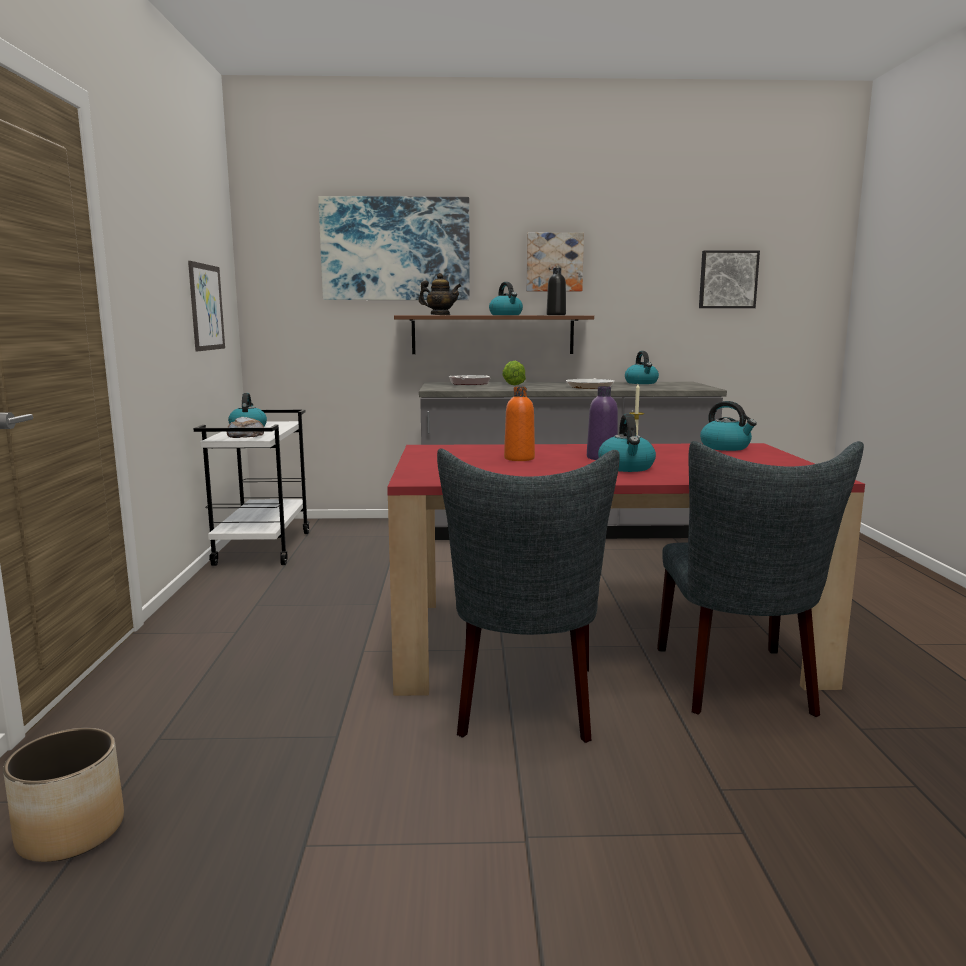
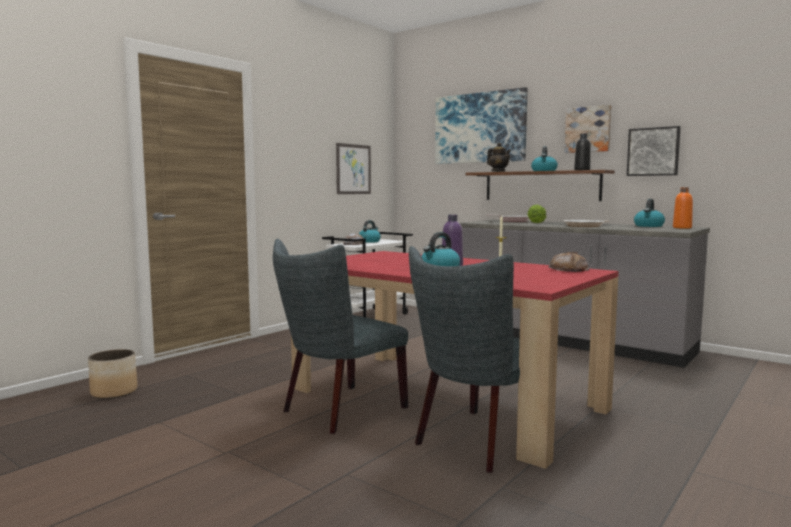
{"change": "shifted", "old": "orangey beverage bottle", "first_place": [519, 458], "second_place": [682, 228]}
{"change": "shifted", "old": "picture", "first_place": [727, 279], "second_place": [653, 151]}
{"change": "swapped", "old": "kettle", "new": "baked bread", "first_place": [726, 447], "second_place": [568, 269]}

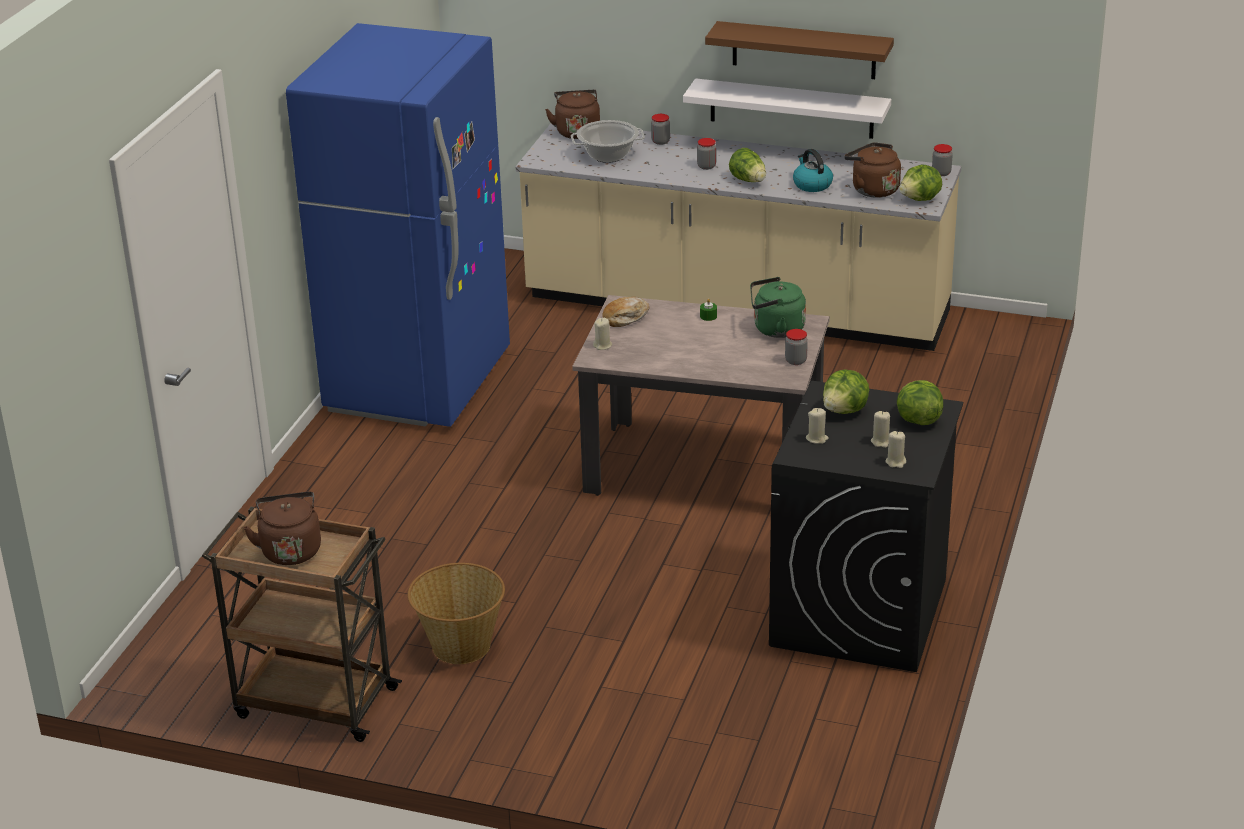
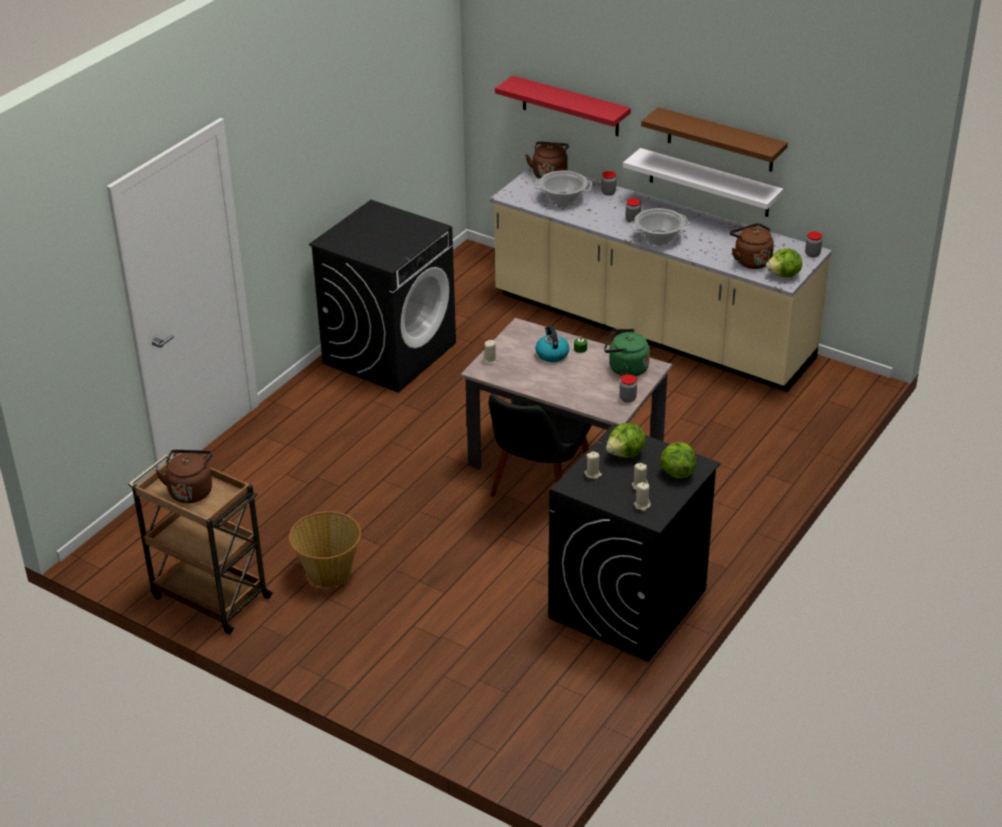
{"change": "gone", "old": "baked bread", "first_place": [625, 318]}
{"change": "new", "new": "black plain chair", "second_place": [536, 491]}
{"change": "new", "new": "red shelf", "second_place": [570, 106]}
{"change": "shifted", "old": "kettle", "first_place": [812, 185], "second_place": [552, 354]}
{"change": "swapped", "old": "bluish refrigerator", "new": "black laundry machine", "first_place": [419, 382], "second_place": [389, 352]}
{"change": "swapped", "old": "head of lettuce", "new": "saucepot", "first_place": [749, 180], "second_place": [658, 238]}

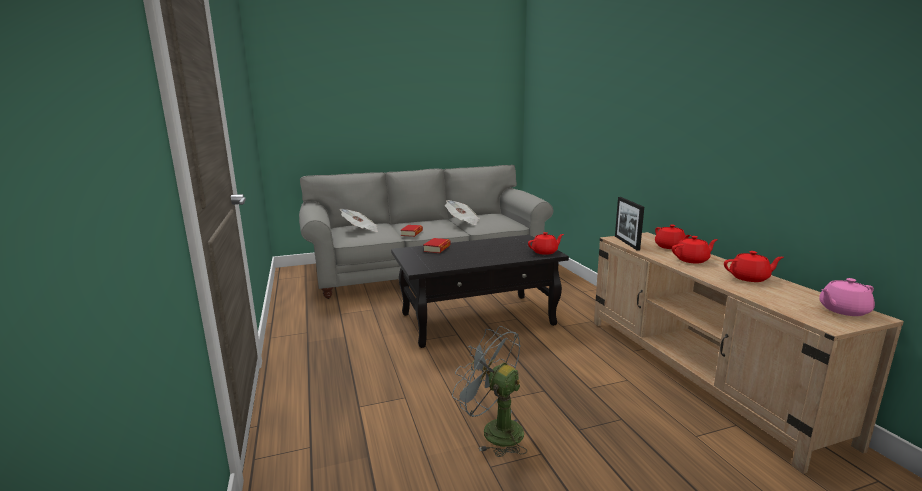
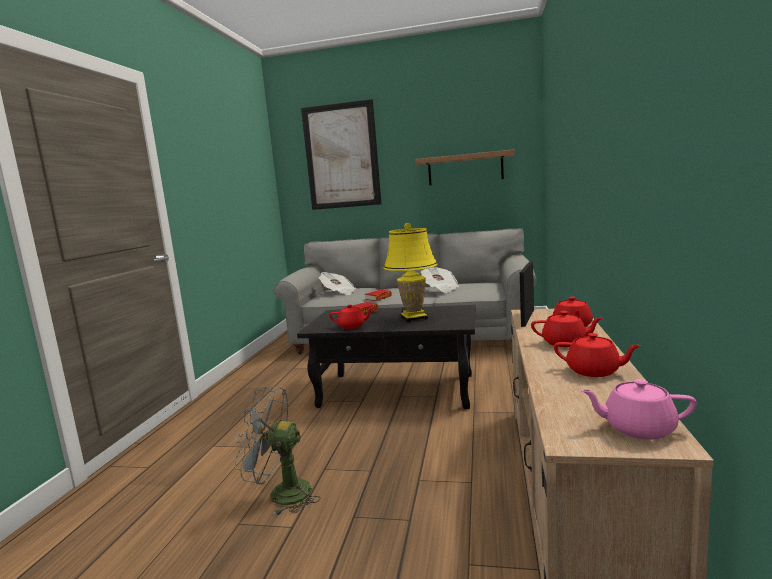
{"change": "new", "new": "picture", "second_place": [341, 156]}
{"change": "new", "new": "yellowish lamp for a table", "second_place": [414, 318]}
{"change": "new", "new": "shelf", "second_place": [465, 169]}
{"change": "shifted", "old": "red teapot", "first_place": [545, 252], "second_place": [352, 326]}
{"change": "rotated", "old": "grey electric fan", "first_place": [494, 430], "second_place": [281, 494], "degrees": -60}

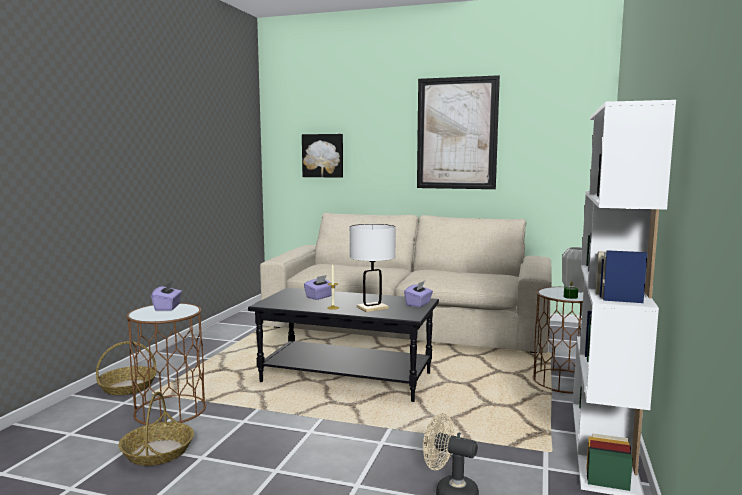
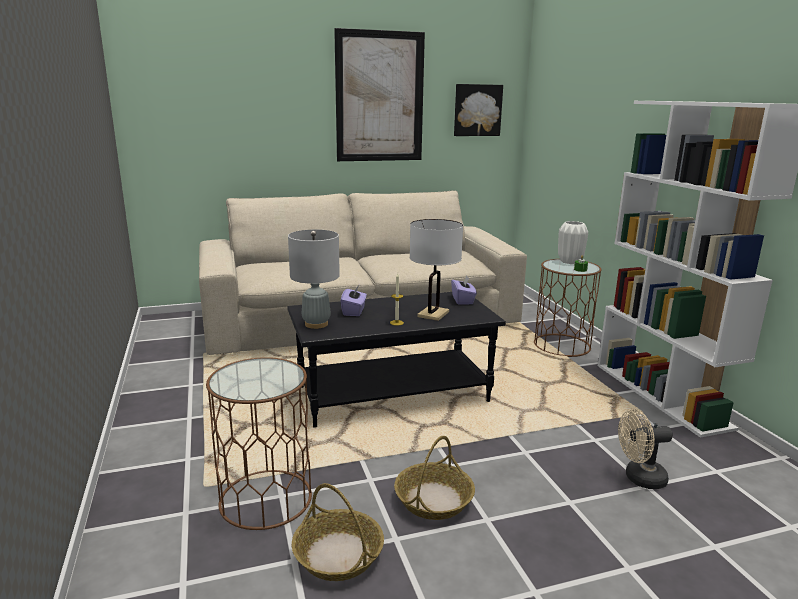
{"change": "gone", "old": "purplish tissue box", "first_place": [168, 307]}
{"change": "new", "new": "grey lamp for a table", "second_place": [316, 324]}
{"change": "shifted", "old": "storage basket", "first_place": [128, 387], "second_place": [433, 499]}
{"change": "shifted", "old": "picture", "first_place": [323, 155], "second_place": [477, 110]}

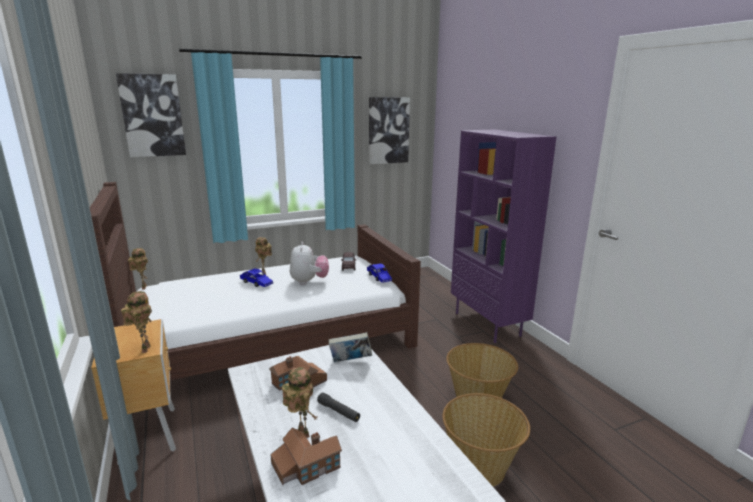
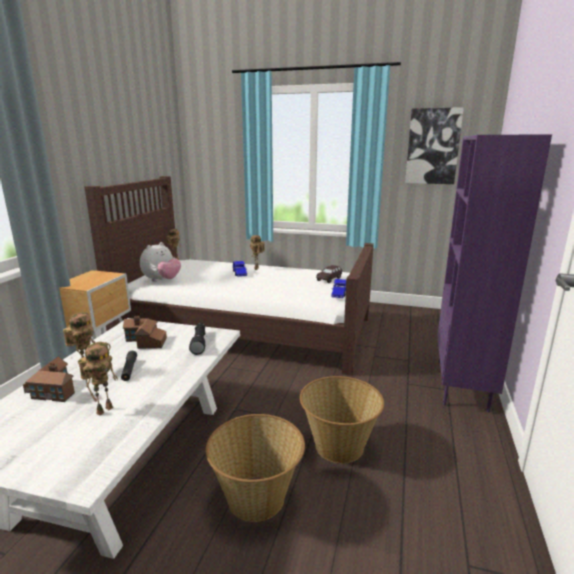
{"change": "gone", "old": "picture", "first_place": [152, 115]}
{"change": "shifted", "old": "toy robot", "first_place": [144, 349], "second_place": [104, 409]}
{"change": "shifted", "old": "plush toy", "first_place": [309, 281], "second_place": [162, 280]}
{"change": "swapped", "old": "book", "new": "black torch", "first_place": [350, 361], "second_place": [199, 343]}

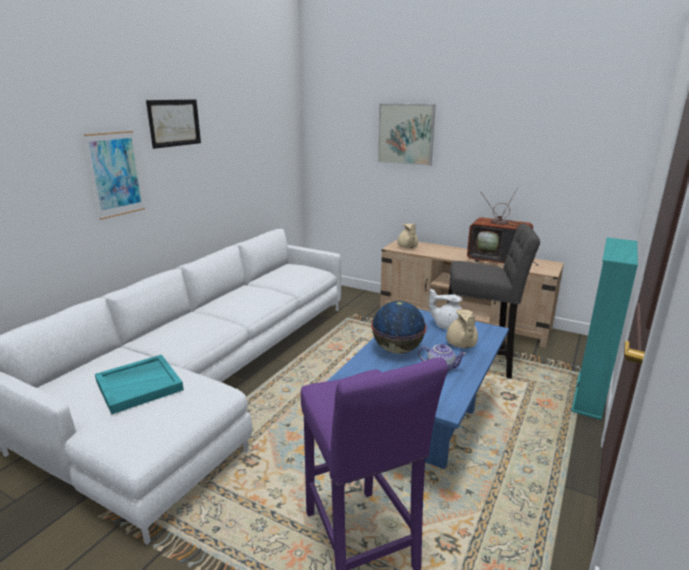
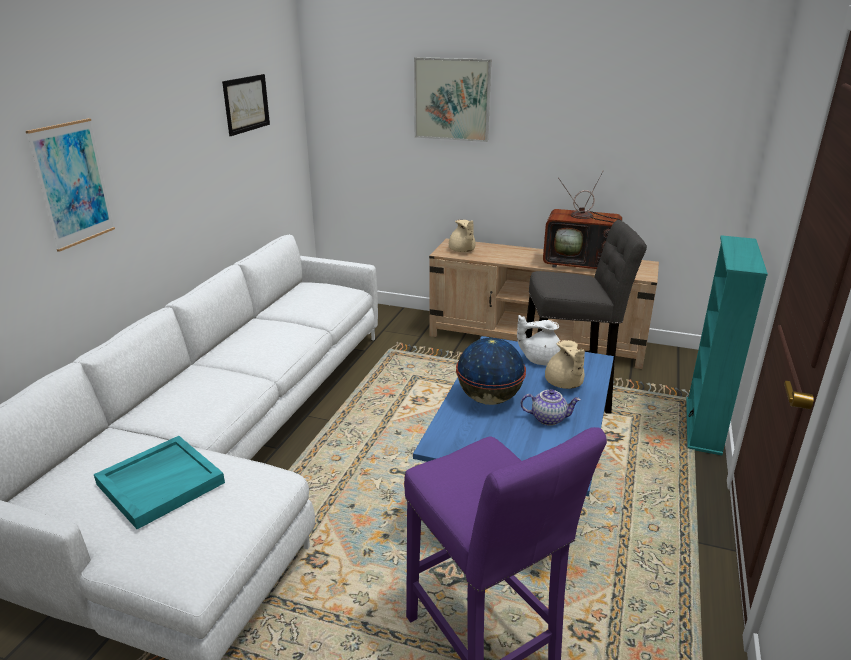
{"change": "shifted", "old": "picture", "first_place": [174, 123], "second_place": [246, 104]}

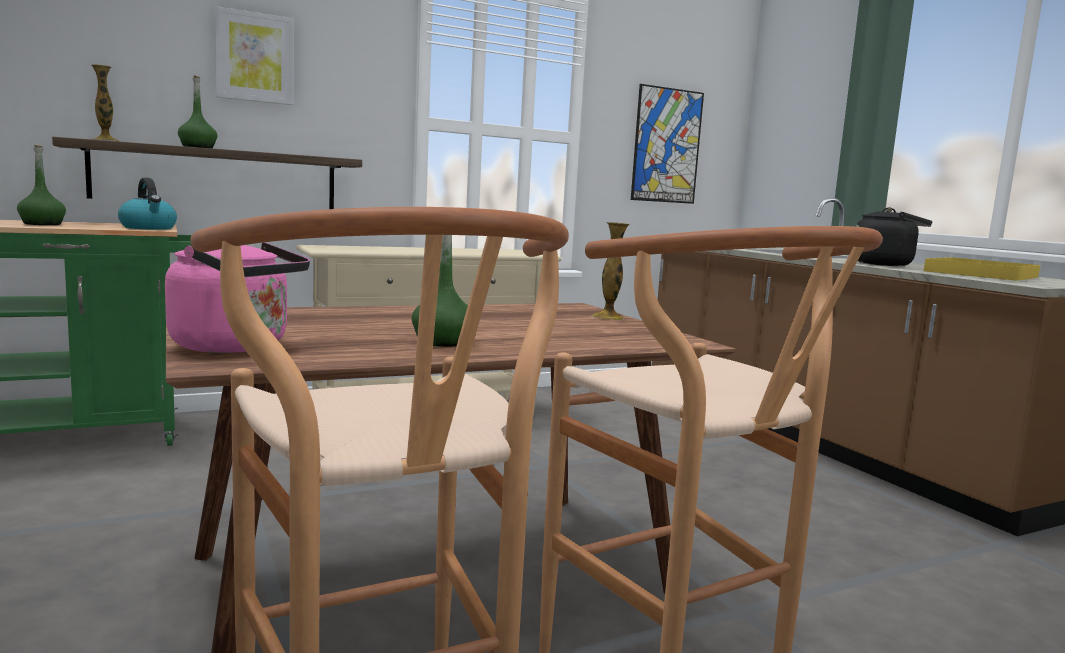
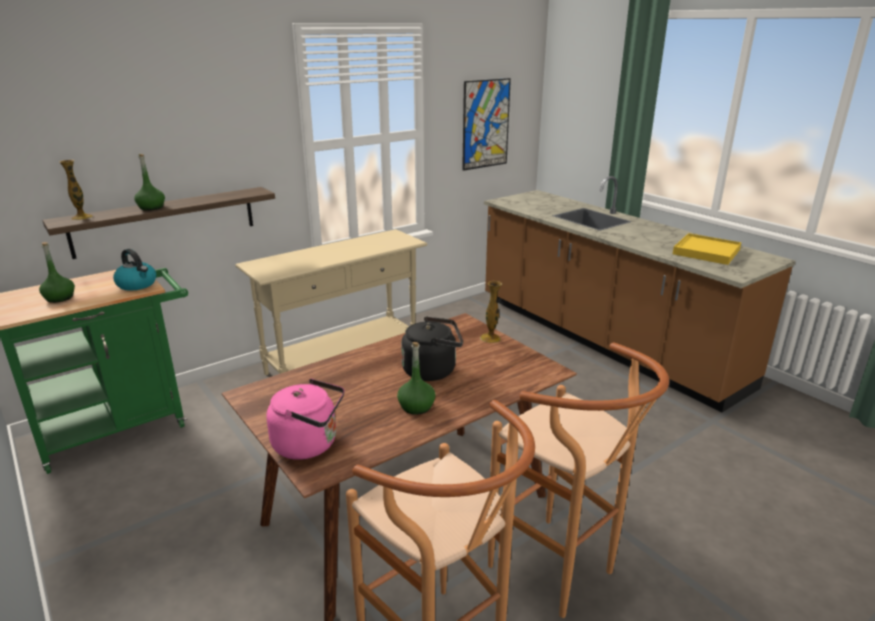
{"change": "gone", "old": "picture", "first_place": [255, 57]}
{"change": "shifted", "old": "black kettle", "first_place": [885, 264], "second_place": [432, 370]}

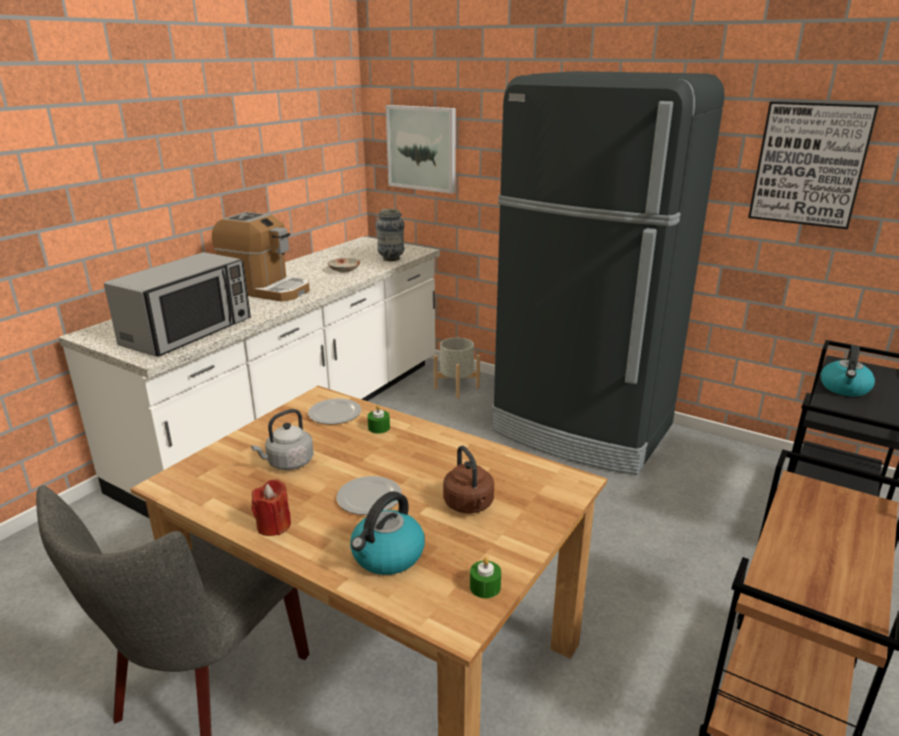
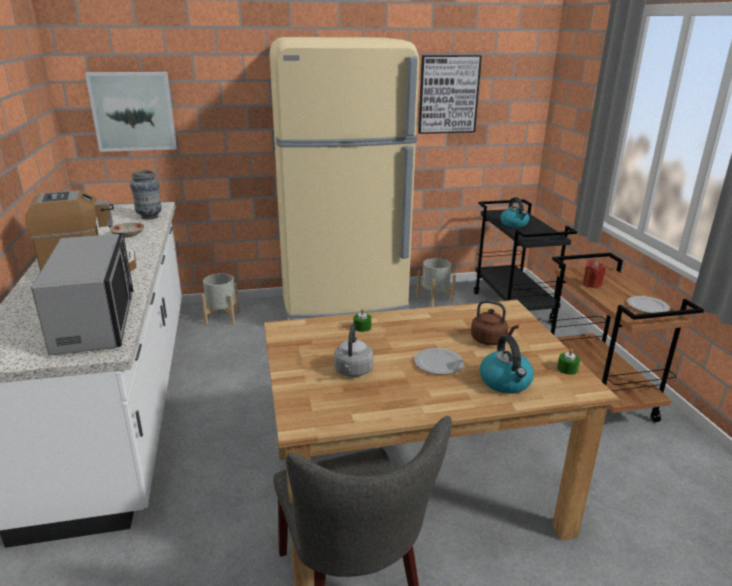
{"change": "new", "new": "grey plant pot", "second_place": [434, 299]}
{"change": "shifted", "old": "red wax candle", "first_place": [274, 525], "second_place": [592, 284]}
{"change": "shifted", "old": "dinner plate", "first_place": [334, 413], "second_place": [646, 306]}
{"change": "repainted", "old": "black refrigerator", "new": "beige refrigerator", "first_place": [582, 430], "second_place": [344, 311]}

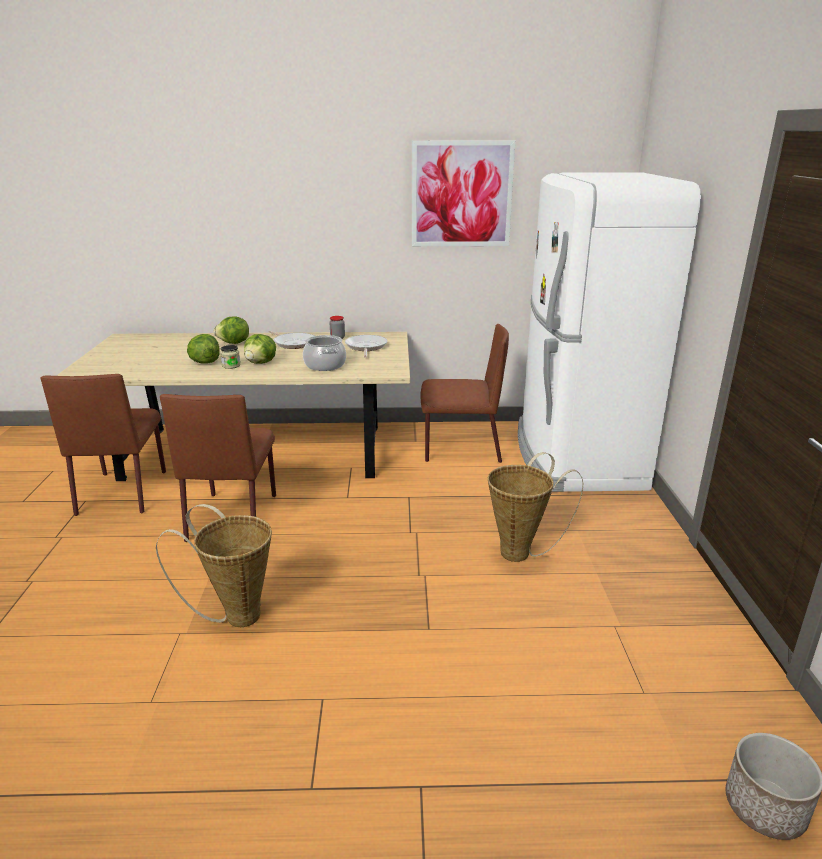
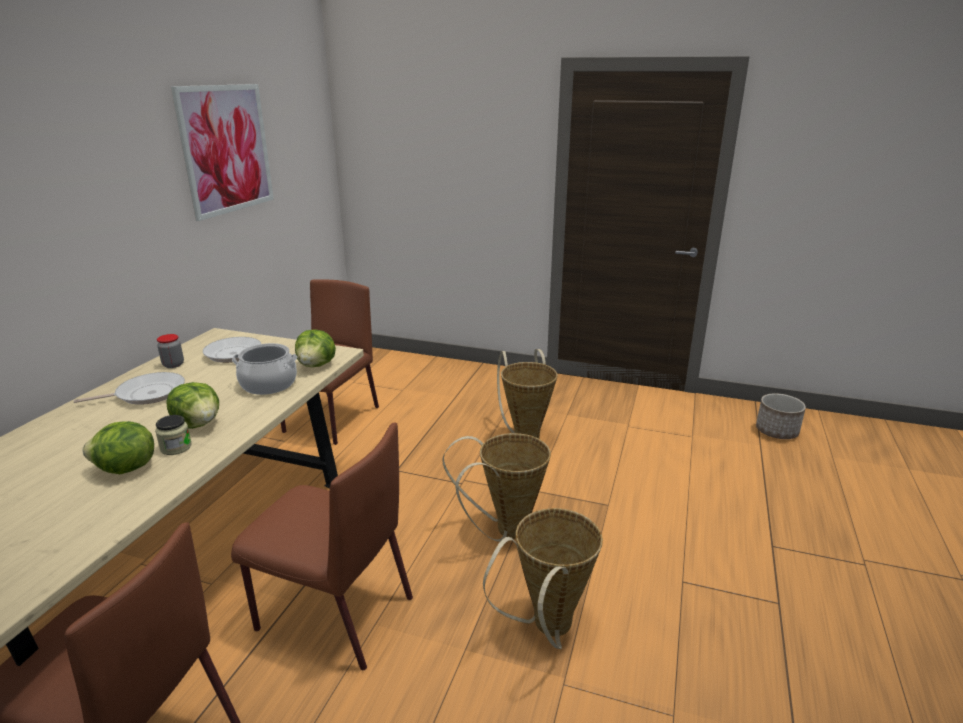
{"change": "gone", "old": "white refrigerator", "first_place": [575, 457]}
{"change": "new", "new": "storage basket", "second_place": [504, 530]}
{"change": "shifted", "old": "head of lettuce", "first_place": [234, 343], "second_place": [317, 365]}

